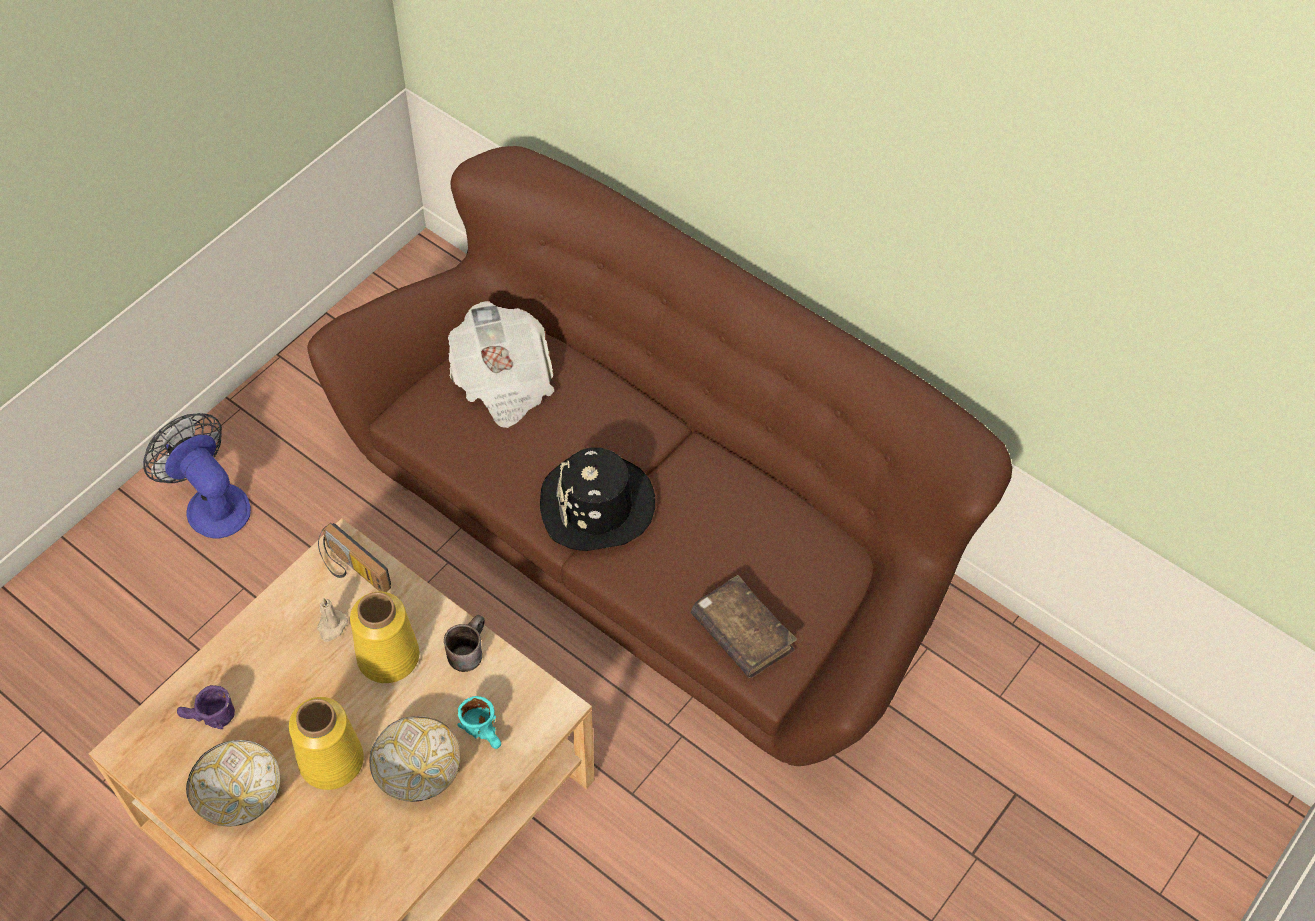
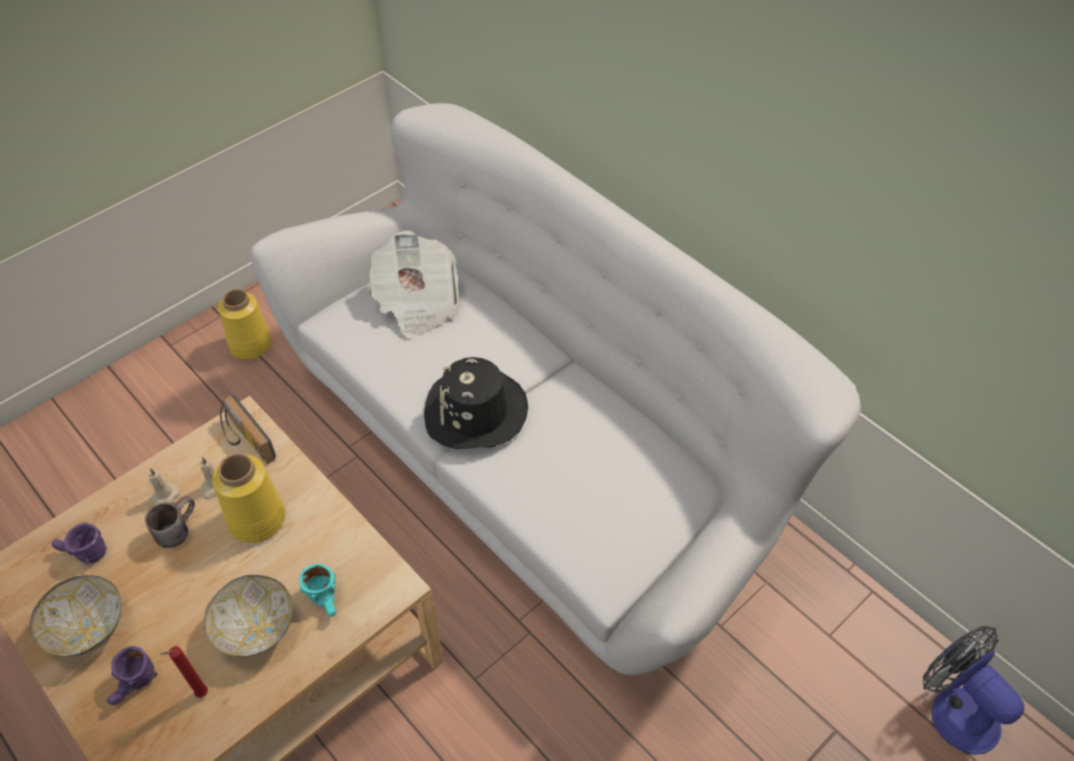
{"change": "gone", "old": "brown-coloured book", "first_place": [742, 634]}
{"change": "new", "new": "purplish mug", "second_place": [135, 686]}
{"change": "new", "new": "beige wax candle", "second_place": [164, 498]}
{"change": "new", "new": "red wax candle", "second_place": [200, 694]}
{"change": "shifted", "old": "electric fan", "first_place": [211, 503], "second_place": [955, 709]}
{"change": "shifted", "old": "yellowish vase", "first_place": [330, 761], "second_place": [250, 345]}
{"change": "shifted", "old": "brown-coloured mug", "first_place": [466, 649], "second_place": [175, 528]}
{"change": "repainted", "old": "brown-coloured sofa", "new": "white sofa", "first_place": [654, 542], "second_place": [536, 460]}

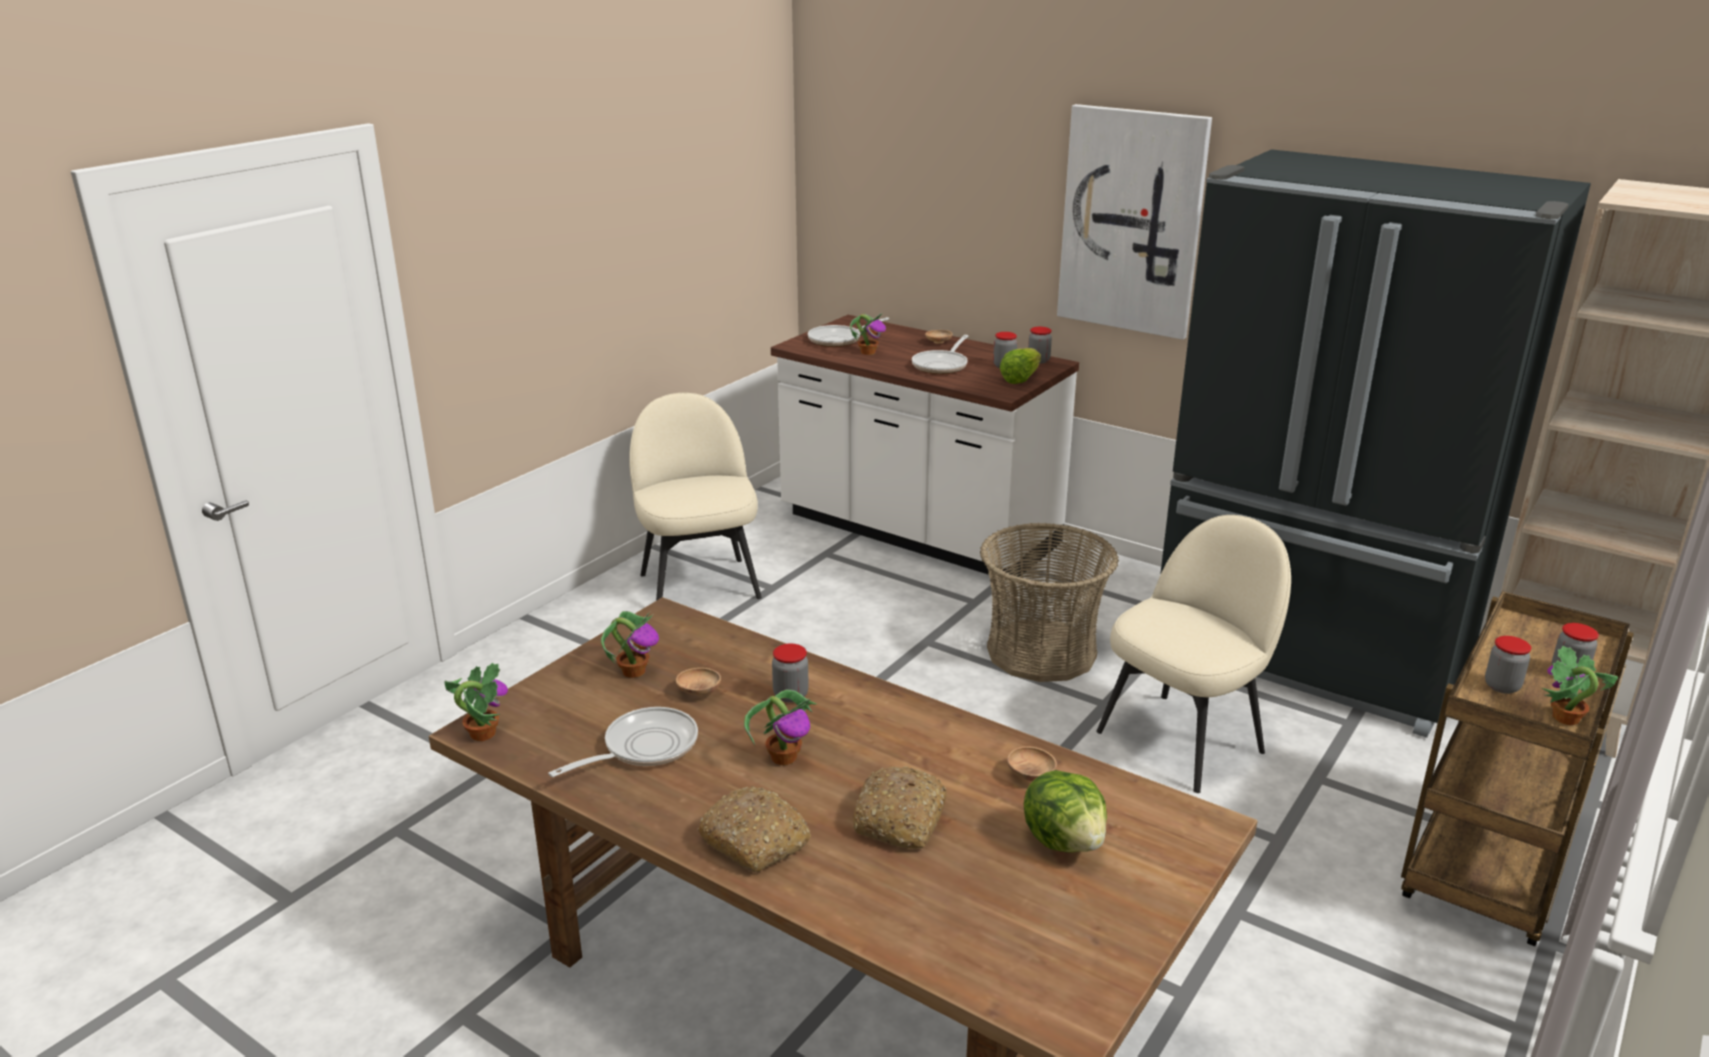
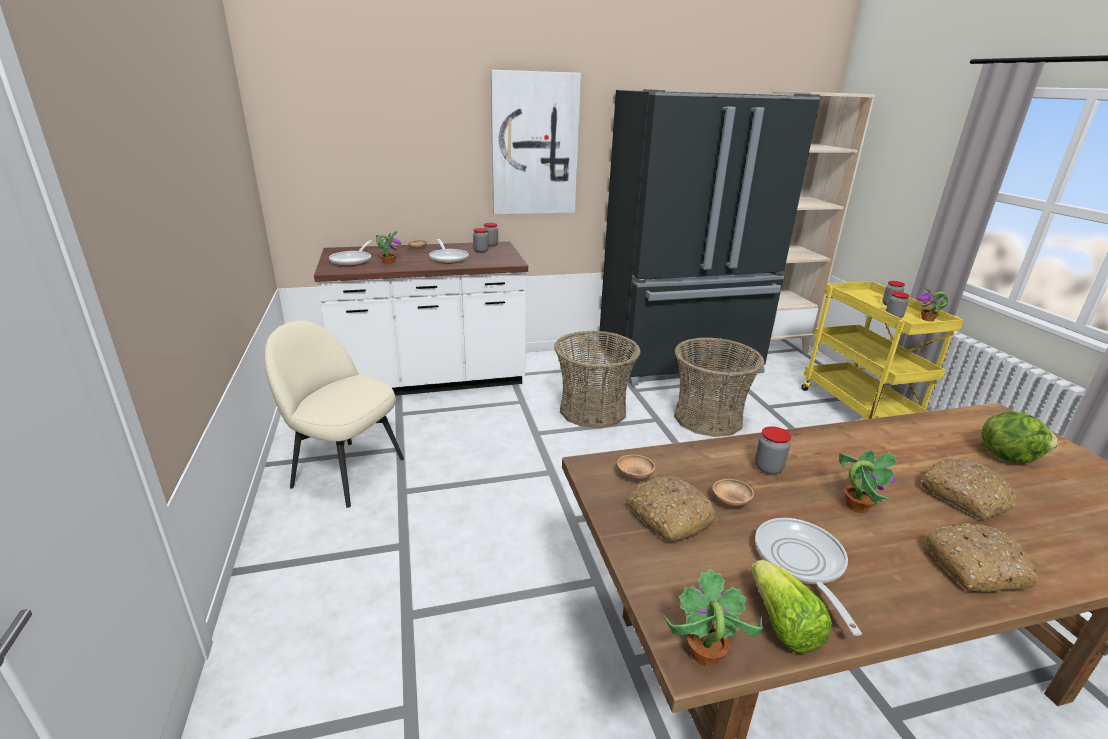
{"change": "shifted", "old": "head of lettuce", "first_place": [1020, 379], "second_place": [782, 624]}
{"change": "shifted", "old": "brown-coloured serving bowl", "first_place": [1030, 775], "second_place": [634, 475]}
{"change": "swapped", "old": "houseplant", "new": "baked bread", "first_place": [634, 671], "second_place": [668, 517]}
{"change": "swapped", "old": "beige plain chair", "new": "storage basket", "first_place": [1183, 740], "second_place": [708, 418]}
{"change": "repainted", "old": "brown-coloured trolley", "new": "yellowish trolley", "first_place": [1488, 869], "second_place": [858, 410]}

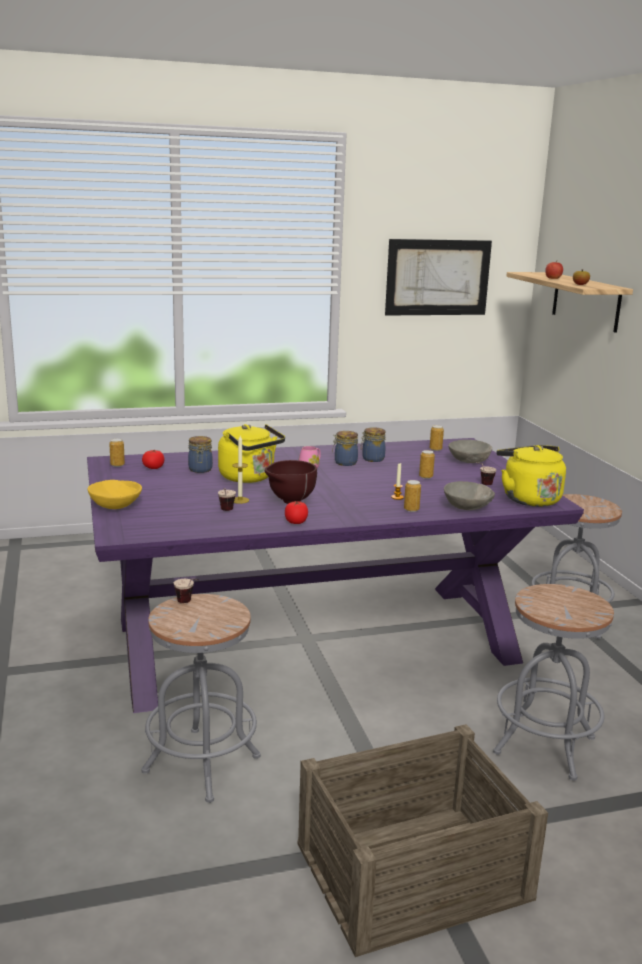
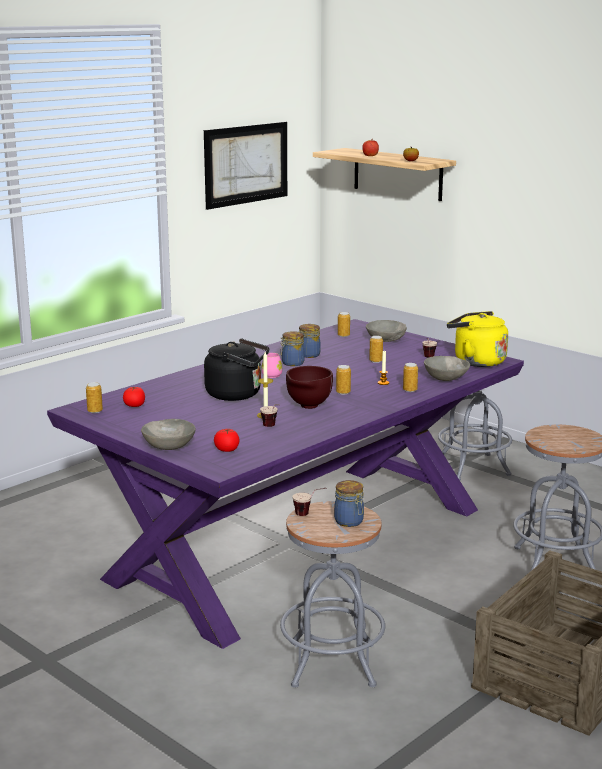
{"change": "new", "new": "can", "second_place": [343, 392]}
{"change": "shifted", "old": "jar", "first_place": [200, 470], "second_place": [349, 522]}
{"change": "shifted", "old": "fresh tomato", "first_place": [296, 522], "second_place": [227, 450]}
{"change": "repainted", "old": "yellowish serving bowl", "new": "grey serving bowl", "first_place": [114, 506], "second_place": [168, 446]}
{"change": "repainted", "old": "yellowish kettle", "new": "black kettle", "first_place": [249, 478], "second_place": [237, 394]}

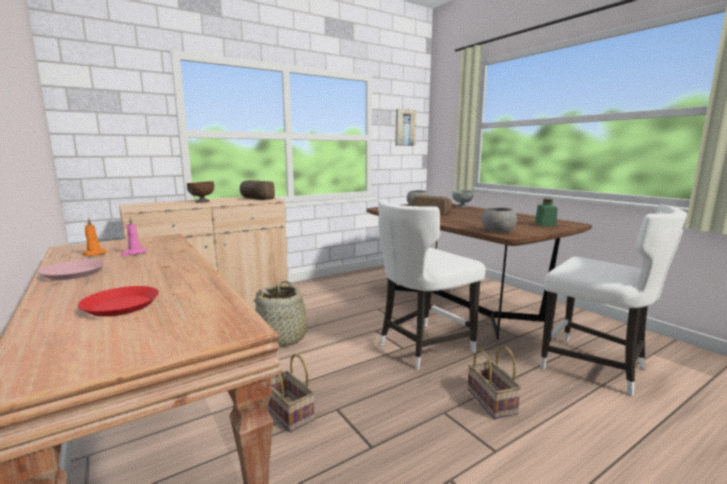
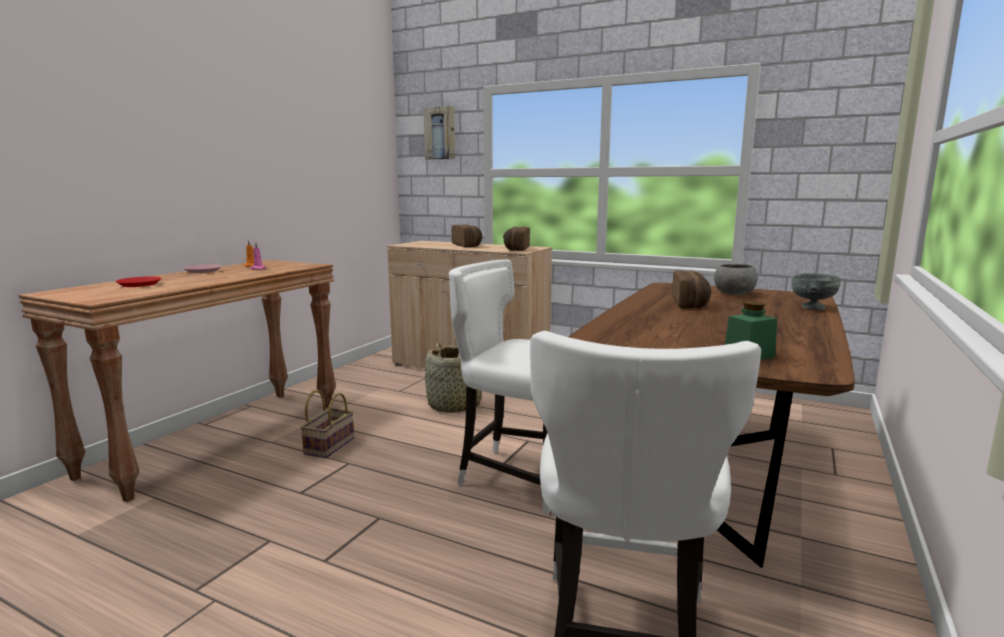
{"change": "gone", "old": "storage basket", "first_place": [493, 402]}
{"change": "gone", "old": "grey serving bowl", "first_place": [498, 232]}
{"change": "shifted", "old": "picture", "first_place": [404, 127], "second_place": [440, 133]}
{"change": "swapped", "old": "brown-coloured serving bowl", "new": "baked bread", "first_place": [201, 201], "second_place": [468, 245]}

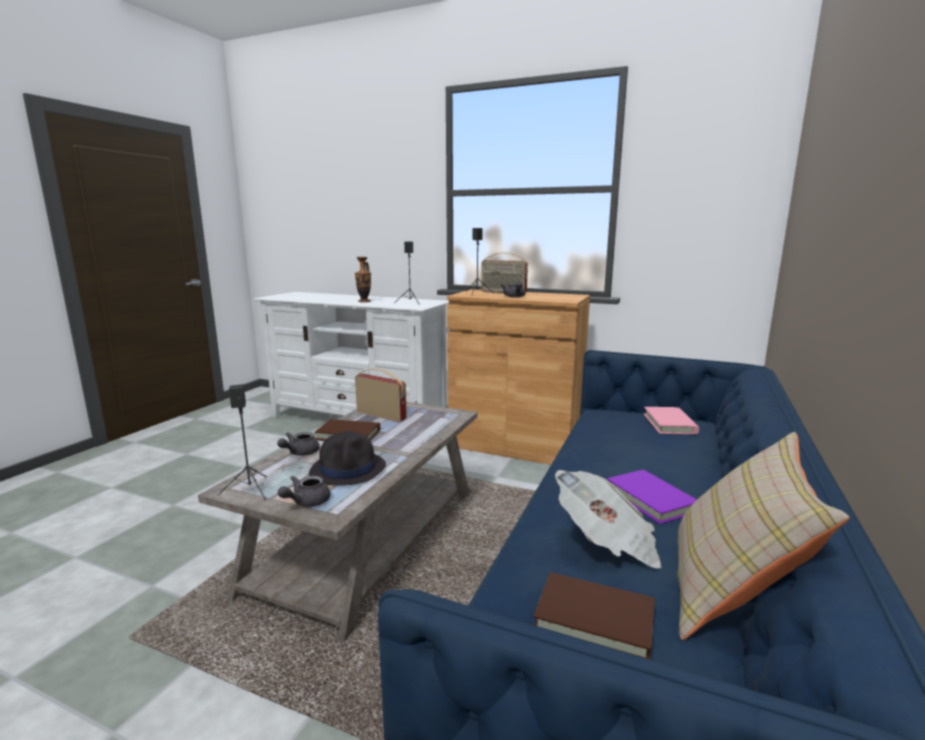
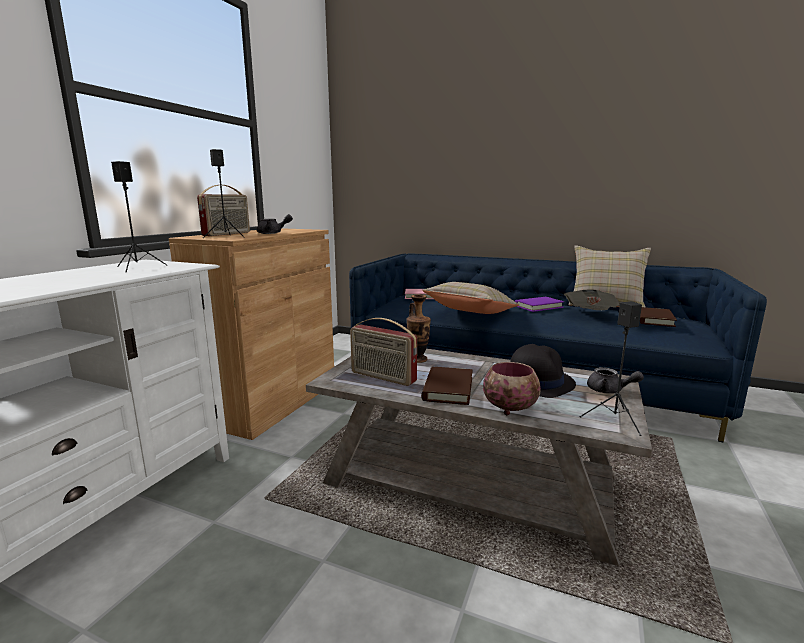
{"change": "new", "new": "beige pillow", "second_place": [470, 313]}
{"change": "shifted", "old": "vase", "first_place": [364, 301], "second_place": [418, 359]}
{"change": "swapped", "old": "grey teapot", "new": "serving bowl", "first_place": [300, 453], "second_place": [510, 408]}
{"change": "rotated", "old": "radio set", "first_place": [382, 415], "second_place": [382, 377], "degrees": -90}

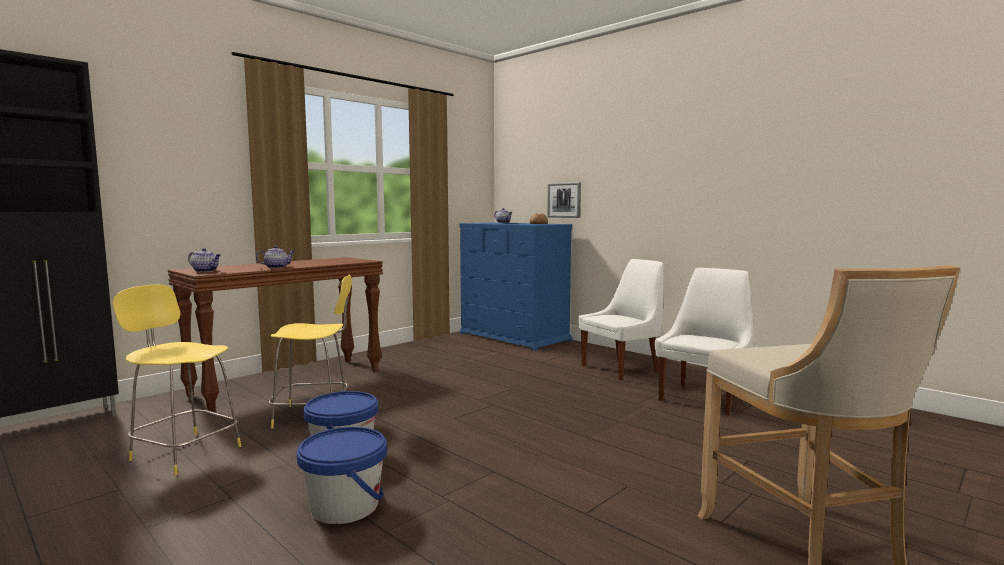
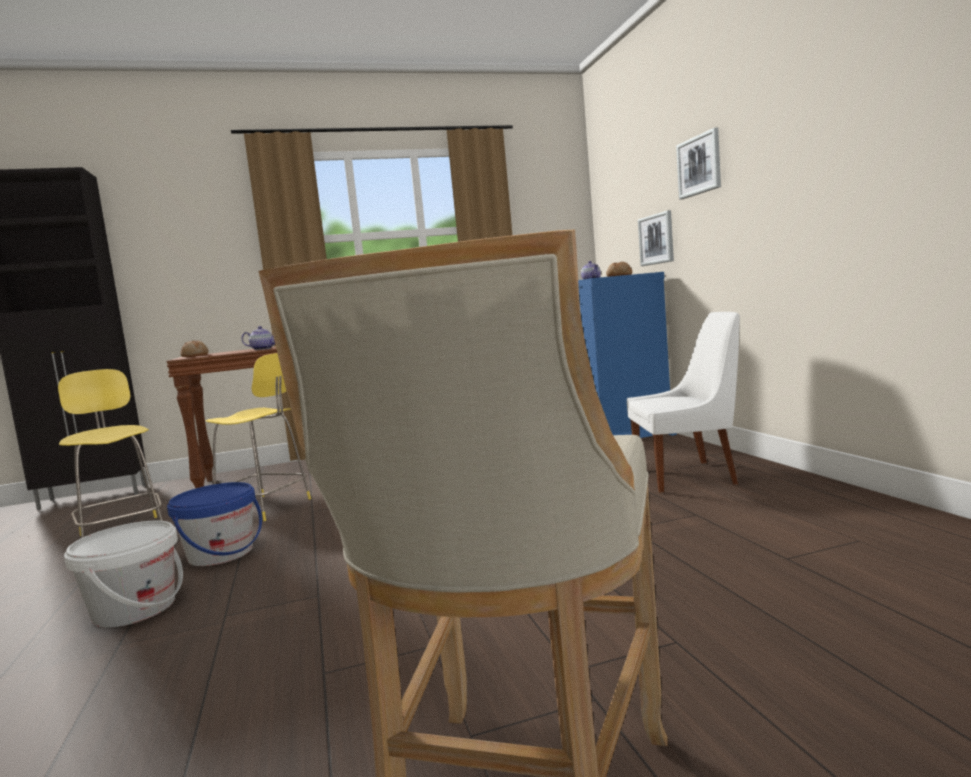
{"change": "gone", "old": "white plain chair", "first_place": [704, 398]}
{"change": "new", "new": "picture", "second_place": [699, 165]}
{"change": "swapped", "old": "teapot", "new": "baked bread", "first_place": [206, 271], "second_place": [195, 356]}
{"change": "repainted", "old": "bluish water bucket", "new": "white water bucket", "first_place": [345, 506], "second_place": [135, 609]}

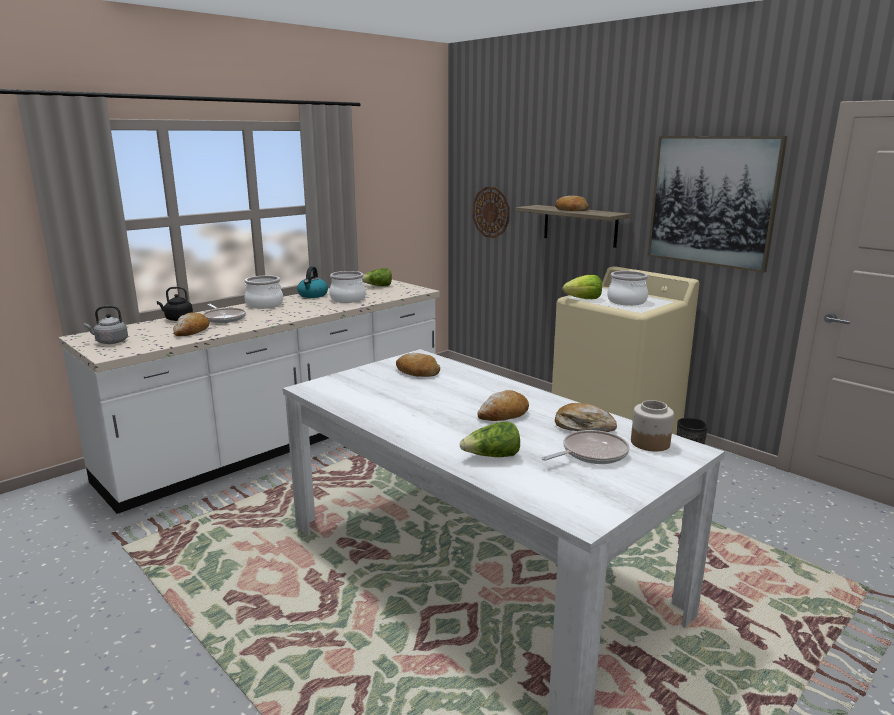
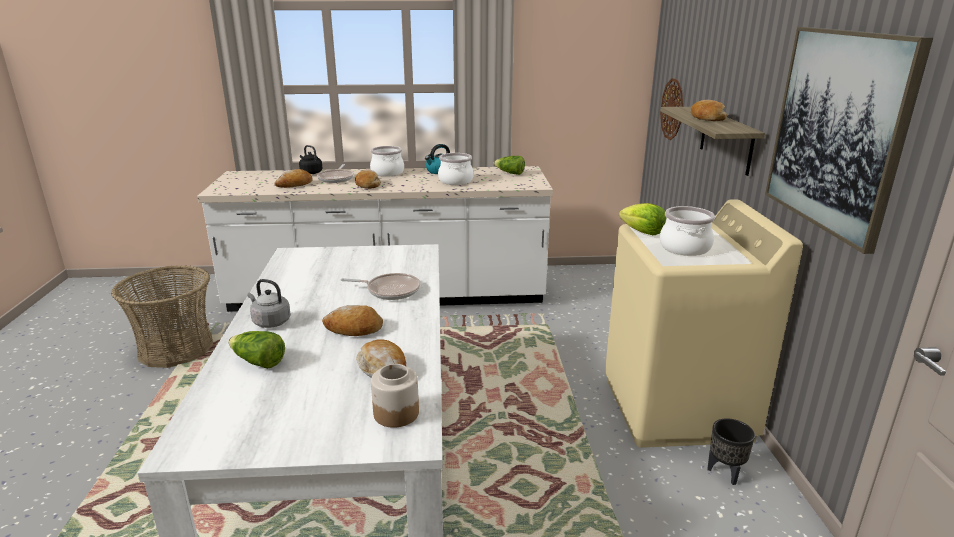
{"change": "new", "new": "storage basket", "second_place": [176, 348]}
{"change": "shifted", "old": "grey kettle", "first_place": [110, 342], "second_place": [270, 322]}
{"change": "shifted", "old": "baked bread", "first_place": [417, 372], "second_place": [367, 184]}
{"change": "shifted", "old": "pan", "first_place": [591, 453], "second_place": [390, 290]}

